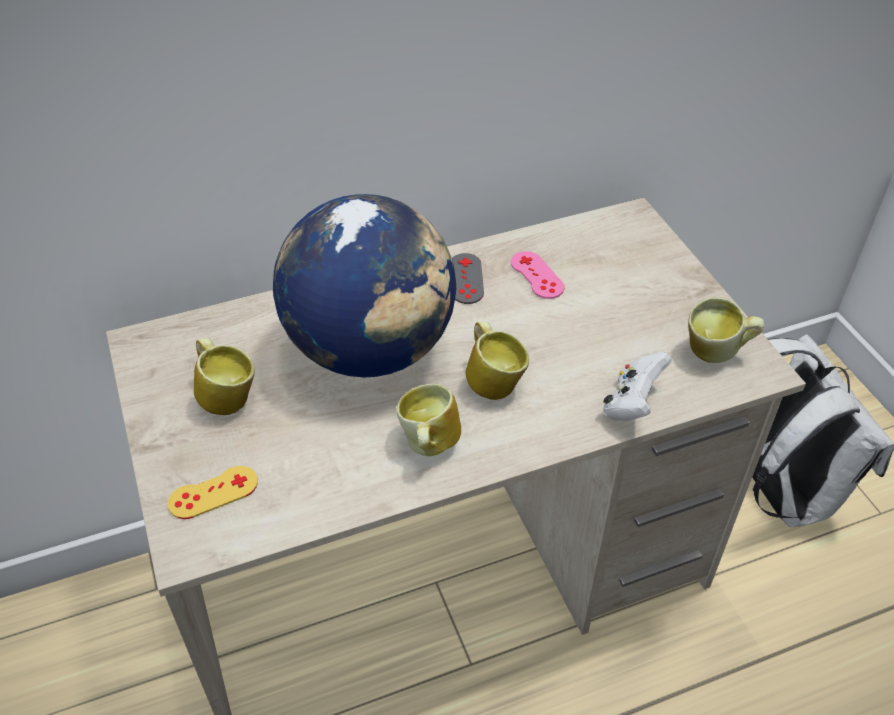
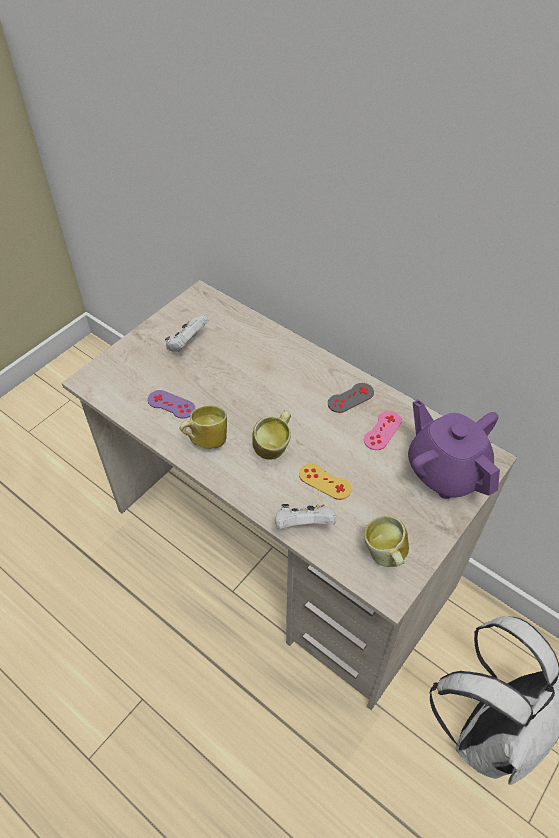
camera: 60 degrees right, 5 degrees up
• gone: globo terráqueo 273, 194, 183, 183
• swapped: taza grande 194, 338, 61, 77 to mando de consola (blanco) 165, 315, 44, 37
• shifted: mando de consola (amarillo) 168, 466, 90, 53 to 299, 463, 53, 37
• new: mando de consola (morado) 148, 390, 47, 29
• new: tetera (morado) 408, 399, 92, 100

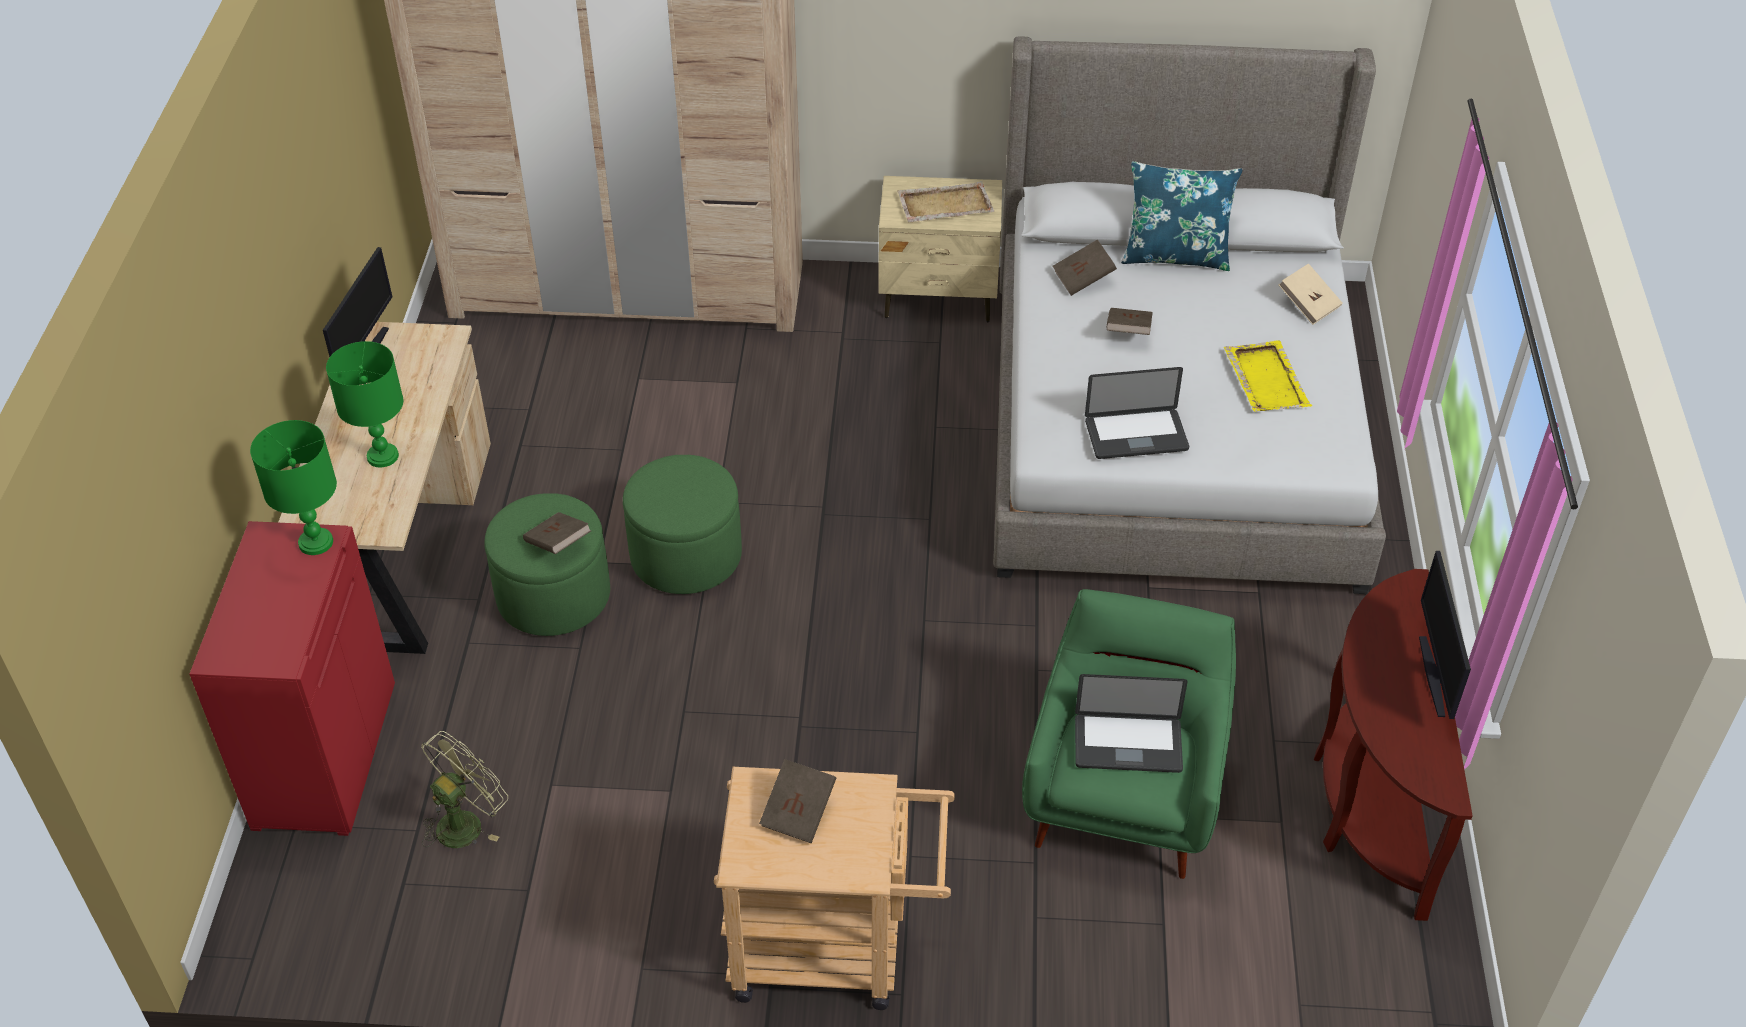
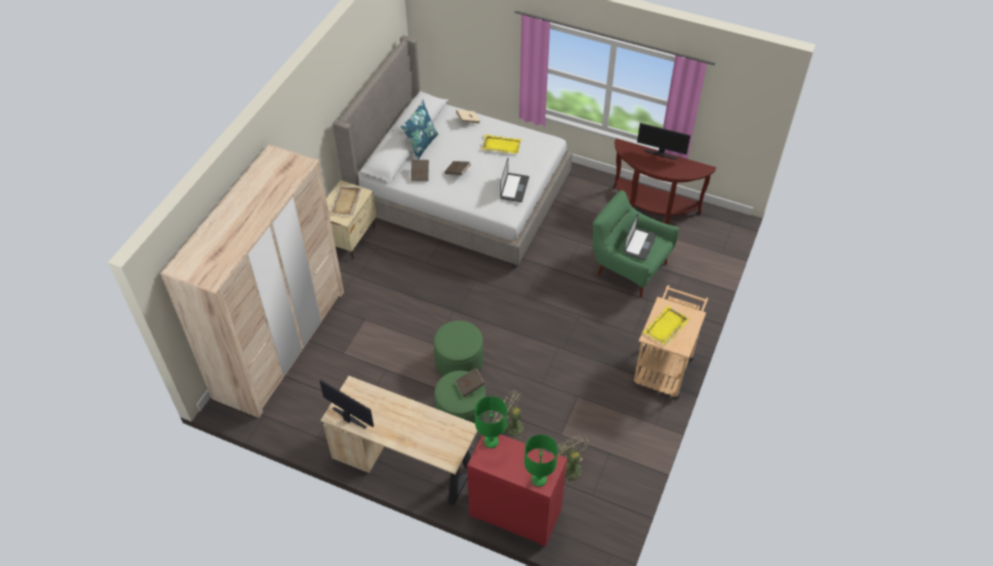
camera: 70 degrees left, 5 degrees up
• shifted: lámpara de mesa (verde) 326, 341, 77, 127 to 524, 435, 34, 52
• swapped: libro (marrón) 759, 759, 77, 84 to bandeja (amarillo) 643, 306, 46, 40
• new: ventilador (verde) 493, 390, 31, 50

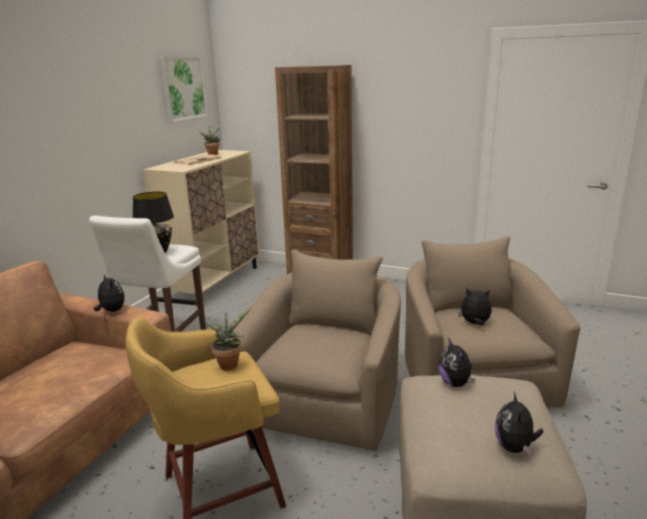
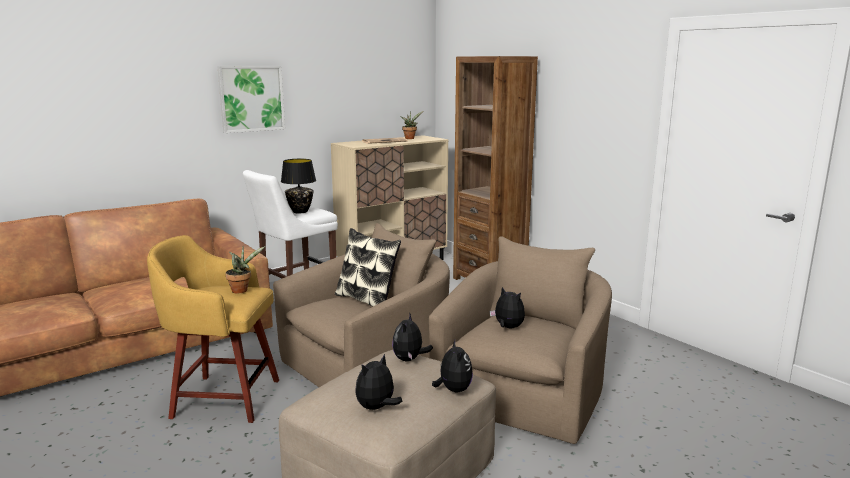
camera: 30 degrees right, 5 degrees down
• shifted: cuadro 160, 57, 48, 65 to 217, 66, 68, 67
• shifted: peluche 94, 274, 31, 38 to 432, 340, 41, 52
• new: cojín 335, 228, 66, 78

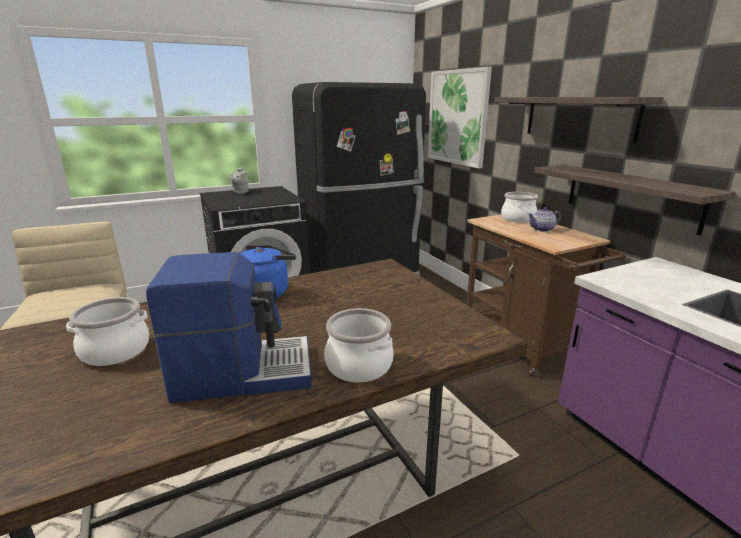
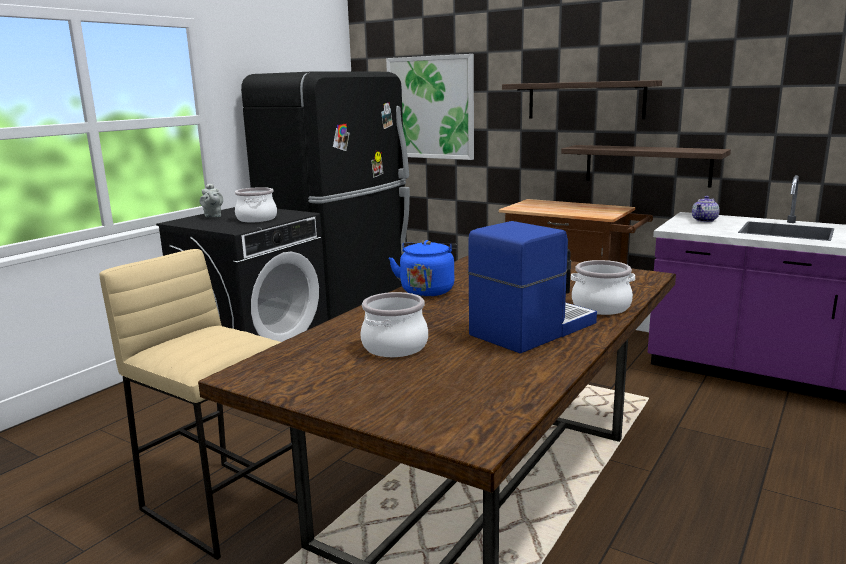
camera: 30 degrees left, 5 degrees down
• shifted: olla 501, 192, 37, 30 to 235, 187, 42, 35
• shifted: tetera 528, 207, 33, 25 to 692, 196, 28, 26

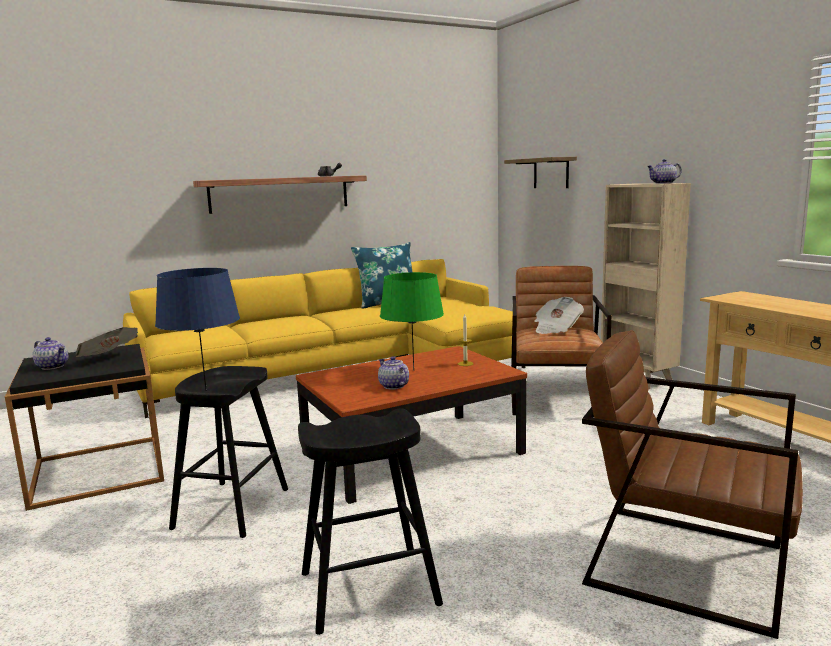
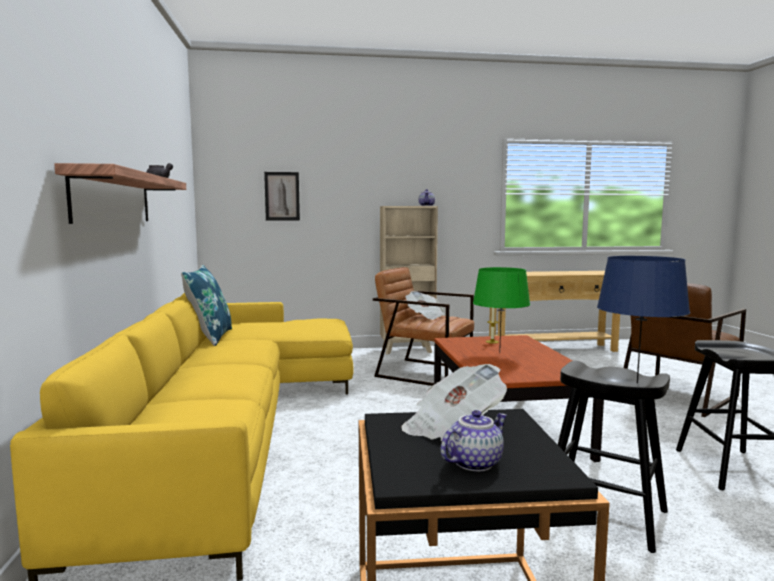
camera: 70 degrees left, 5 degrees down
• swapped: estante 504, 157, 73, 31 to cuadro 264, 172, 36, 49
• gone: tetera 378, 356, 31, 34

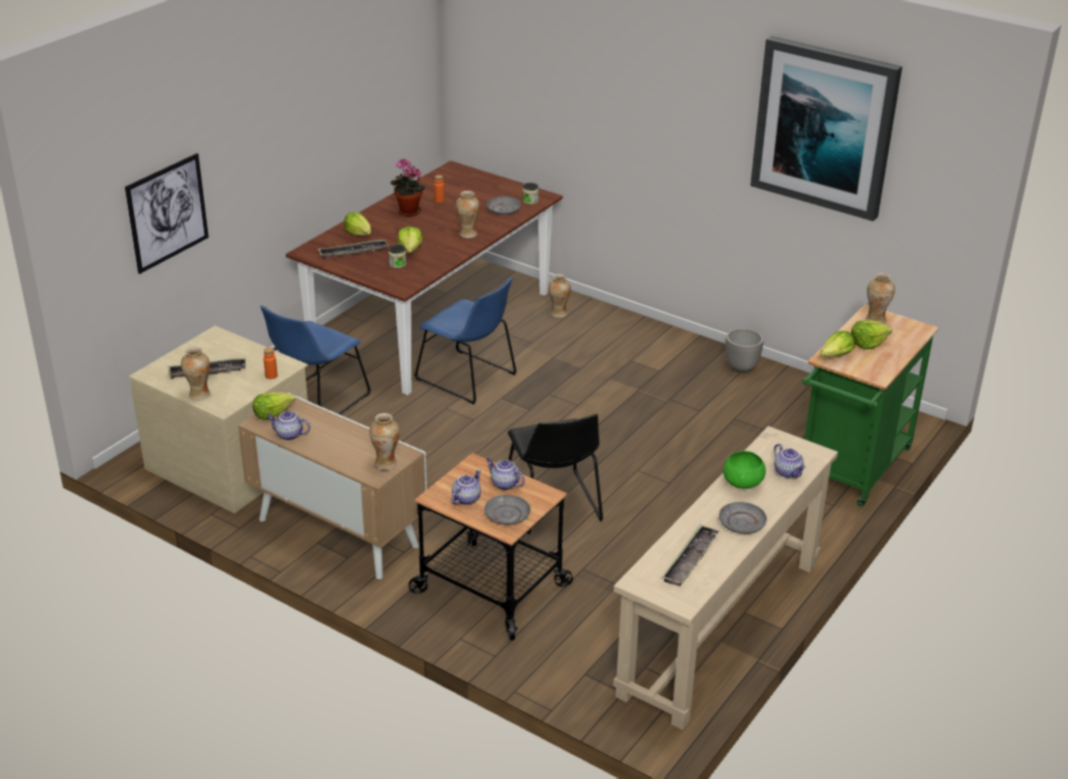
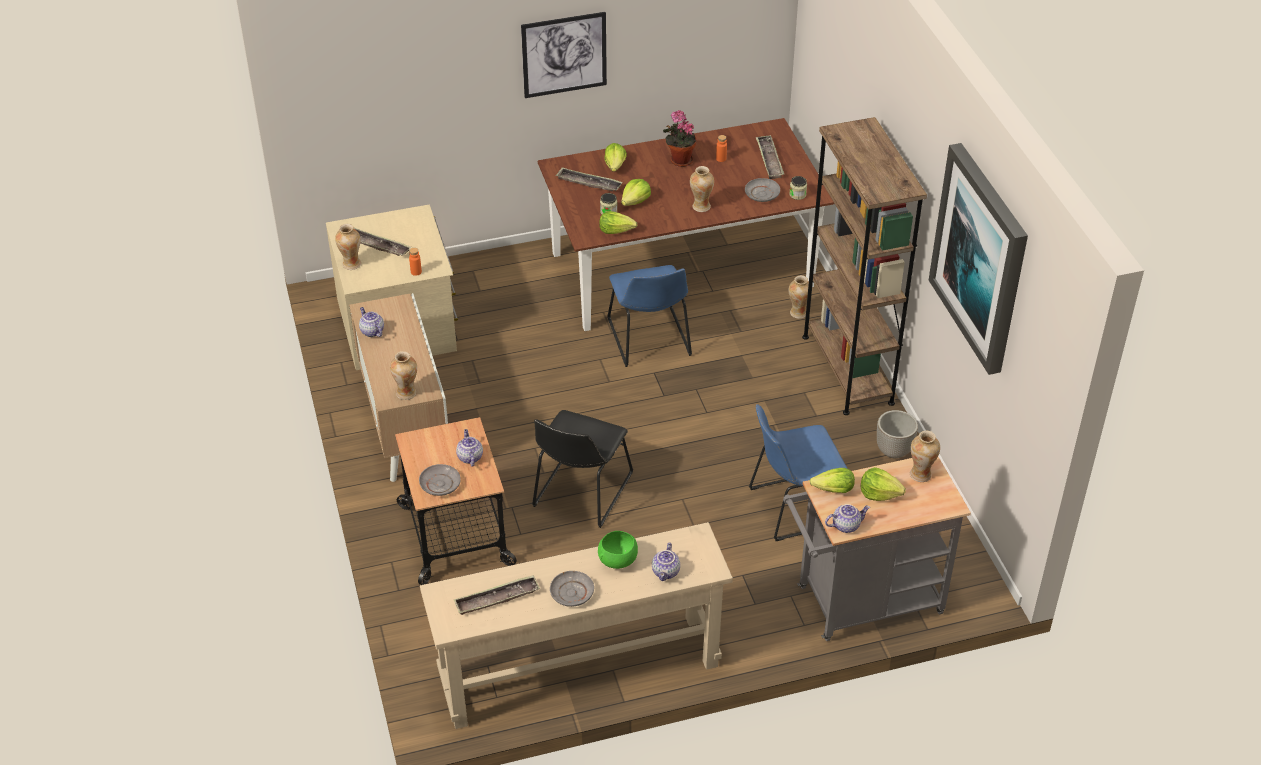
camera: 40 degrees right, 10 degrees up
• shifted: cuadro 125, 153, 84, 121 to 521, 12, 86, 86
• repainted: carrito (verde) 802, 304, 137, 203 to carrito (gris) 783, 457, 188, 184
• shifted: silla (azul) 260, 306, 111, 109 to 749, 404, 99, 137
• shifted: lechuga 253, 392, 42, 28 to 599, 211, 38, 23
• shifted: tetera 451, 470, 30, 35 to 825, 504, 45, 29
• new: estantería (marrón) 802, 117, 125, 298
• new: bandeja 756, 135, 28, 44

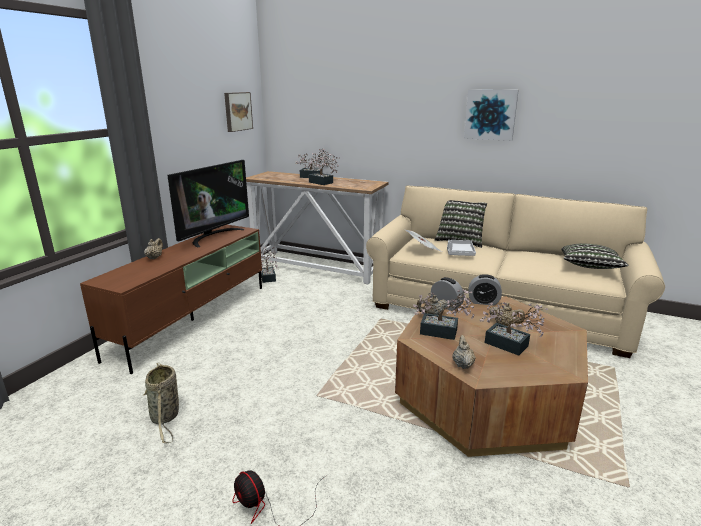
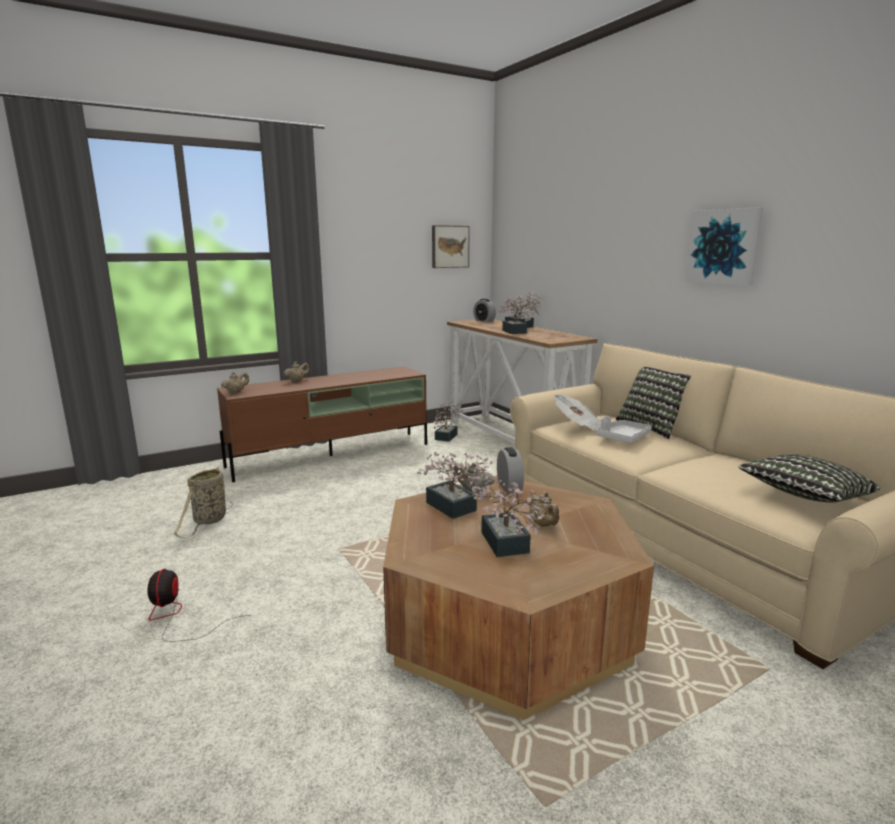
camera: 35 degrees right, 5 degrees down
• gone: televisor 167, 160, 82, 88
• shifted: despertador 469, 274, 33, 32 to 473, 299, 23, 23
• shifted: tetera (beis) 452, 335, 24, 34 to 221, 372, 28, 22

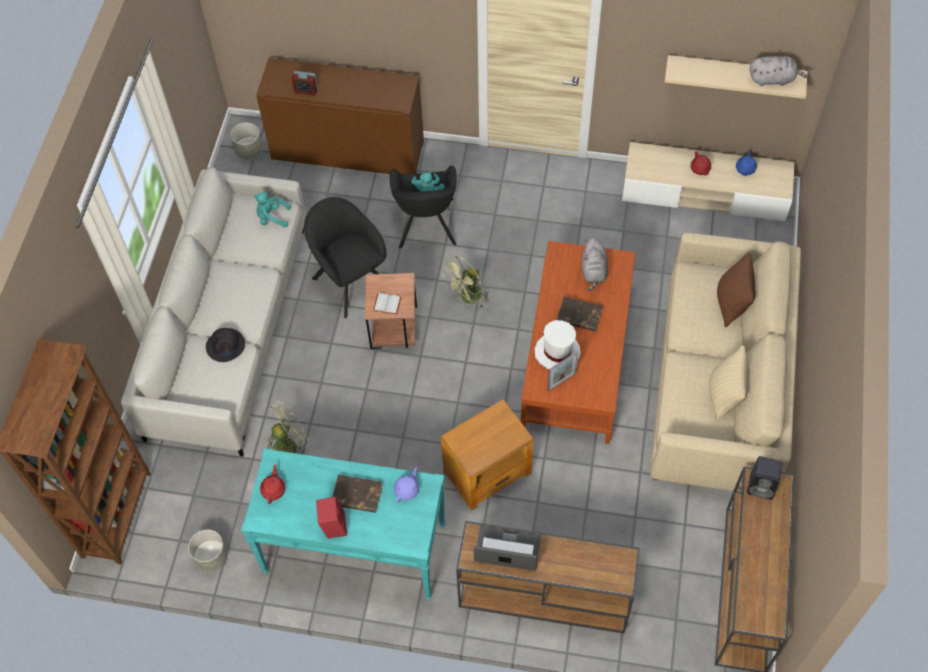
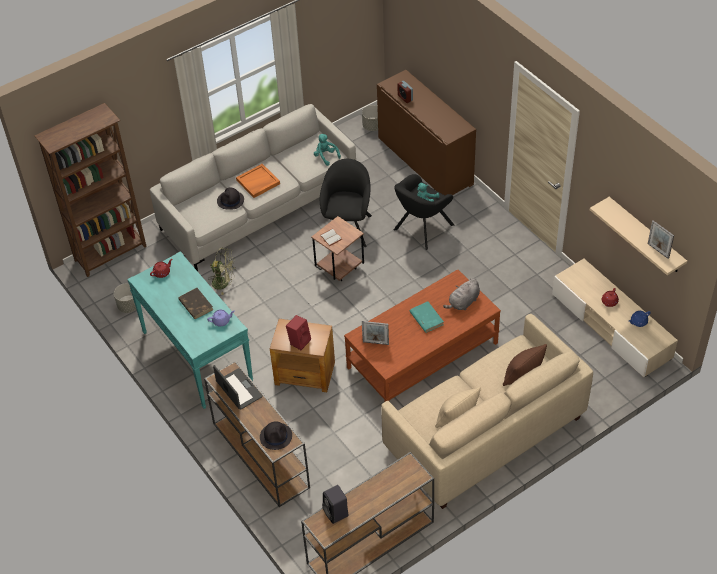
camera: 45 degrees right, 10 degrees down
• swapped: peluche (gris) 750, 56, 58, 30 to portarretratos 648, 221, 26, 38
• gone: ventilador (verde) 443, 256, 47, 53
• repainted: libro (marrón) 557, 297, 46, 34 to libro (turquesa) 410, 301, 34, 32
• gone: sombrero (blanco) 535, 320, 45, 50
• shifted: altavoz (negro) 747, 456, 36, 44 to 322, 485, 27, 39
• shifted: altavoz (rojo) 316, 496, 31, 43 to 286, 315, 25, 35
• new: bandeja (naranja) 236, 164, 44, 34
• new: sombrero (negro) 260, 421, 32, 29

